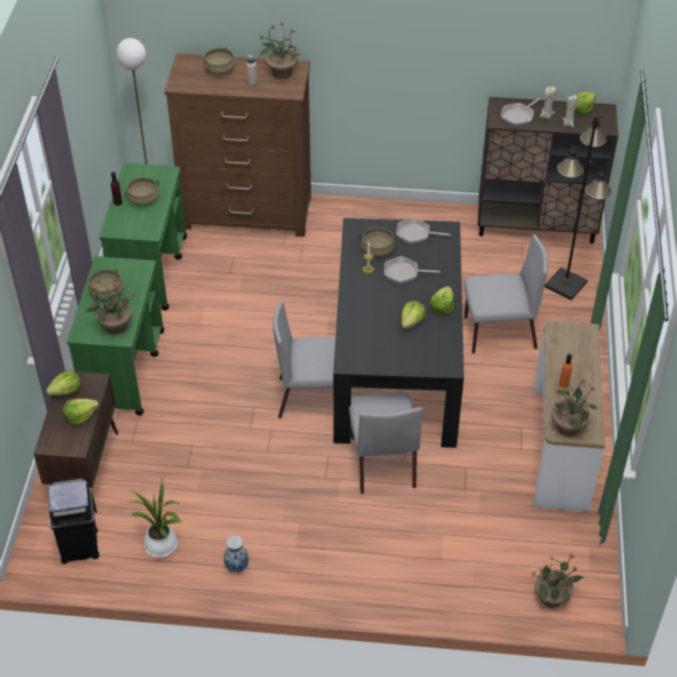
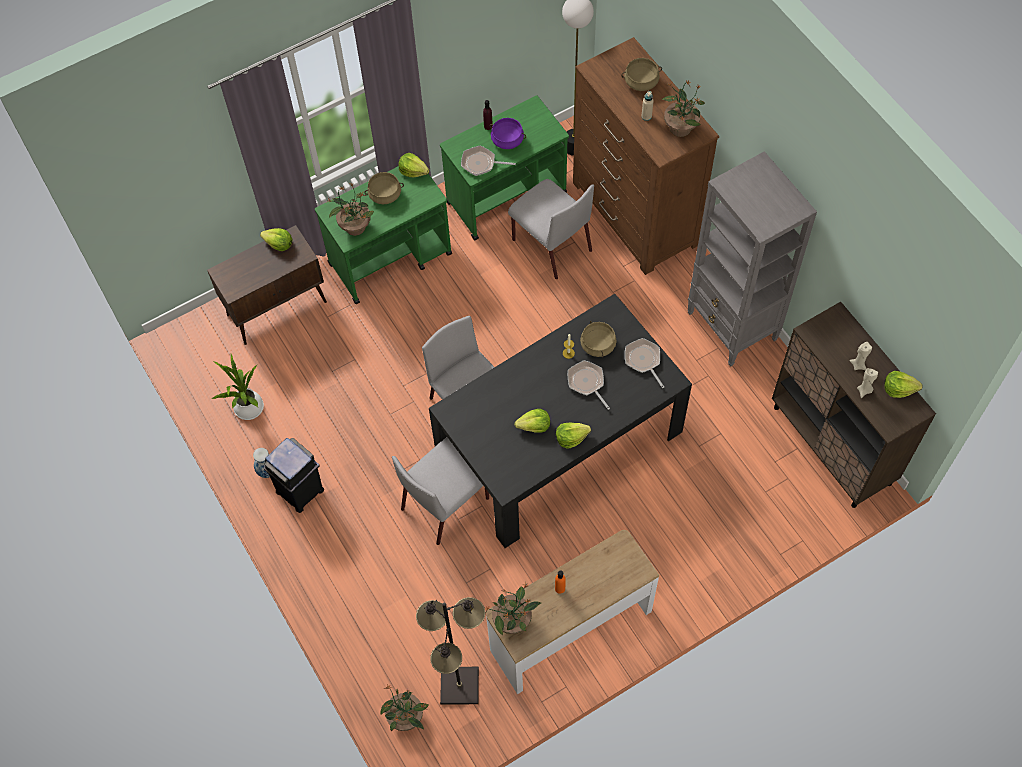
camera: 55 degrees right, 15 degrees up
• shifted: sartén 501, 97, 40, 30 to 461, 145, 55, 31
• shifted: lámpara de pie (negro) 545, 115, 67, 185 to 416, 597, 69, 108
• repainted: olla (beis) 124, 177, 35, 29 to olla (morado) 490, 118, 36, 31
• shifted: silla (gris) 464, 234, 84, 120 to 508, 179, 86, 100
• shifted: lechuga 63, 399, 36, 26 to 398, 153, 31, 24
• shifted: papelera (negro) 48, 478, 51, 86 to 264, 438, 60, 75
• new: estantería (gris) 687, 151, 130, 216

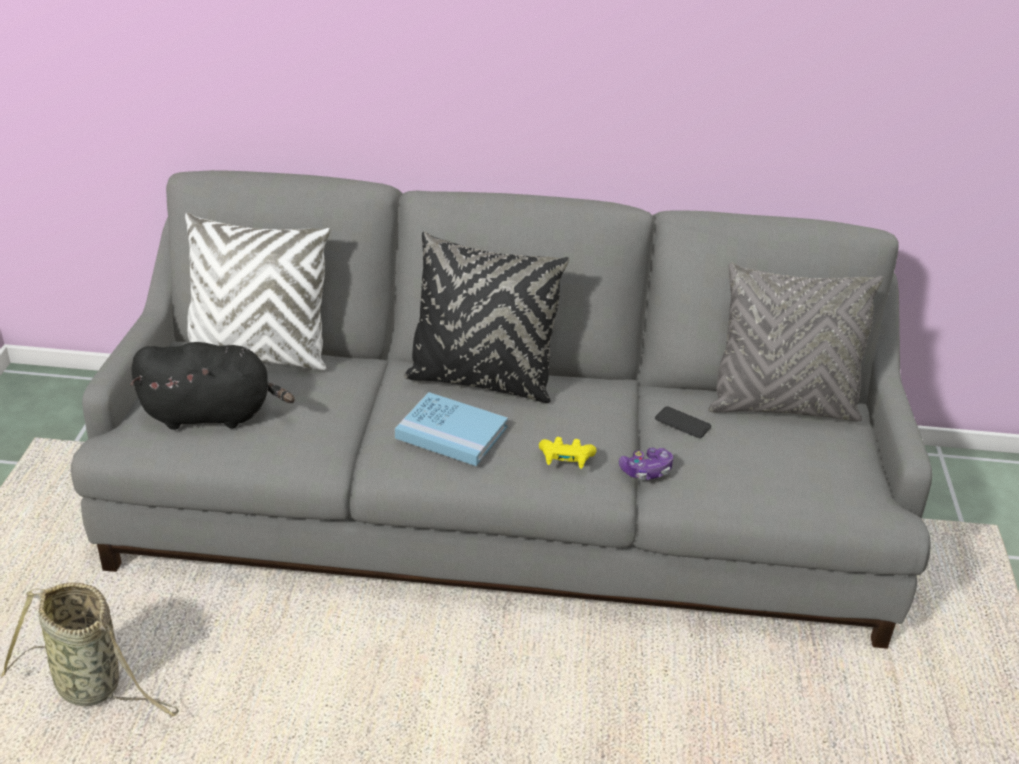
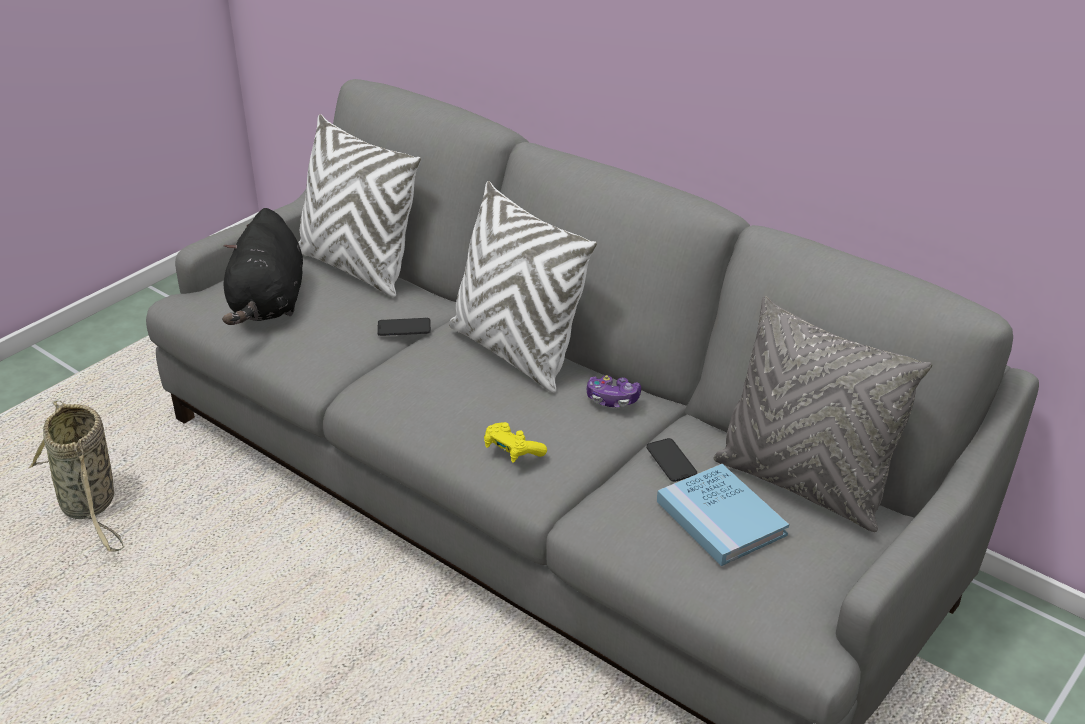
camera: 35 degrees right, 0 degrees up
• repainted: cojín (negro) 404, 232, 165, 171 to cojín (blanco) 449, 181, 148, 212
• rotated: peluche (negro) 130, 342, 165, 88 = 222, 208, 81, 117 60 degrees clockwise
• shifted: libro (azul) 395, 392, 113, 74 to 657, 464, 132, 102
• shifted: mando de consola 619, 448, 54, 32 to 587, 375, 54, 32
• new: móvil 377, 318, 54, 18

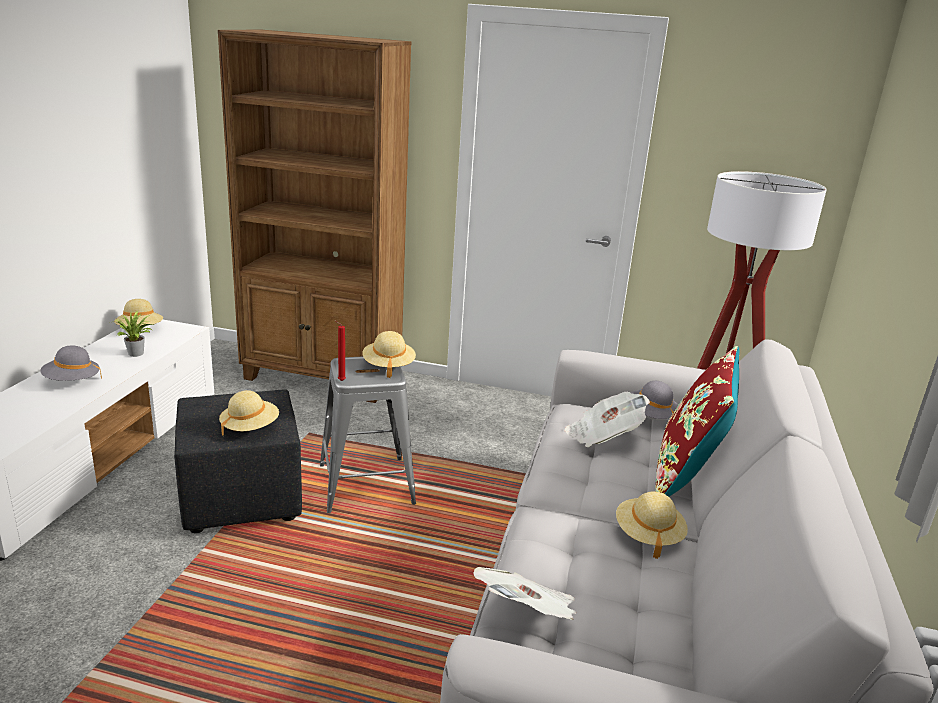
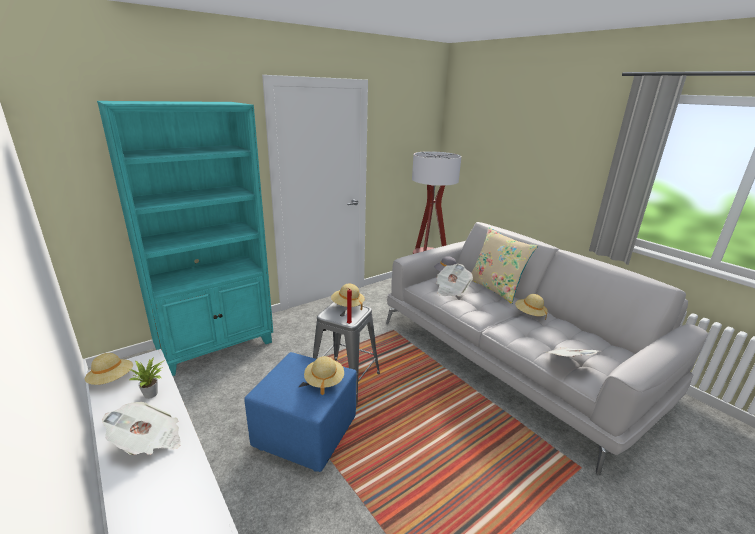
camera: 50 degrees left, 0 degrees up
• repainted: estantería (marrón) 218, 30, 194, 373 to estantería (turquesa) 97, 101, 176, 275
• swapped: sombrero (gris) 40, 346, 62, 35 to periódico 102, 402, 79, 53
• repainted: cojín (rojo) 655, 346, 84, 151 to cojín (beis) 471, 227, 67, 77
• repainted: puf (negro) 174, 389, 128, 144 to puf (azul) 244, 352, 113, 120

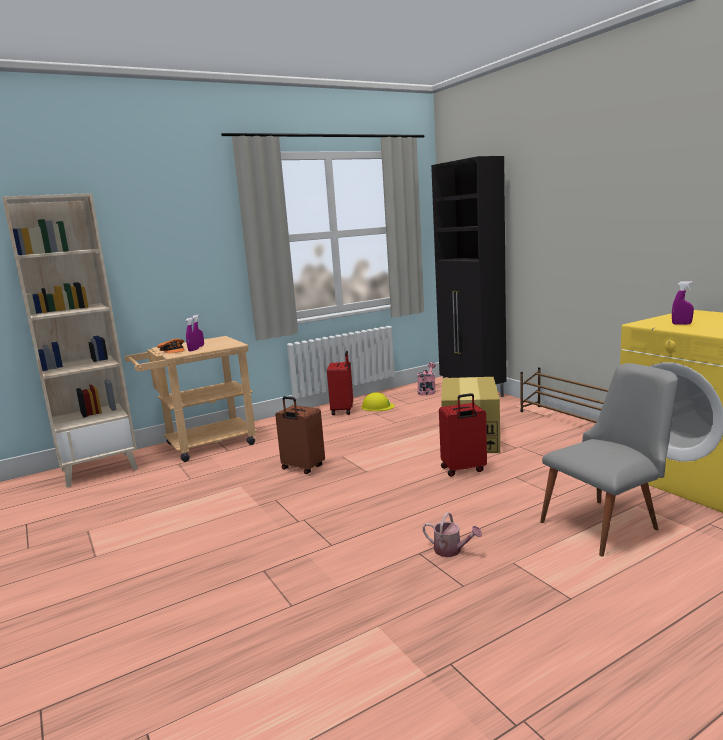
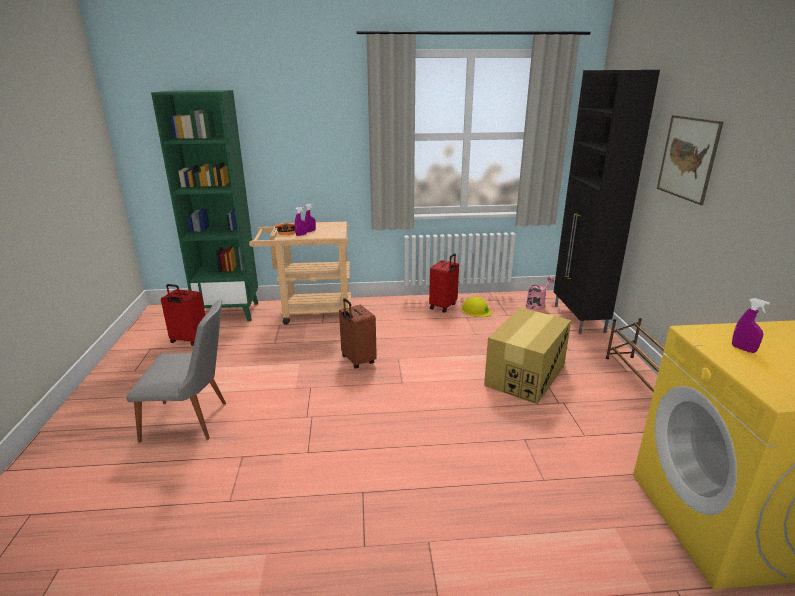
camera: 25 degrees right, 10 degrees up
• repainted: estantería (beis) 3, 193, 135, 295 to estantería (verde) 151, 90, 107, 231
• shifted: silla (gris) 540, 363, 138, 193 to 127, 299, 99, 144
• shifted: maleta (rojo) 439, 393, 48, 84 to 161, 284, 44, 62
• gone: regadera 422, 512, 60, 45
• new: cuadro 657, 115, 66, 90

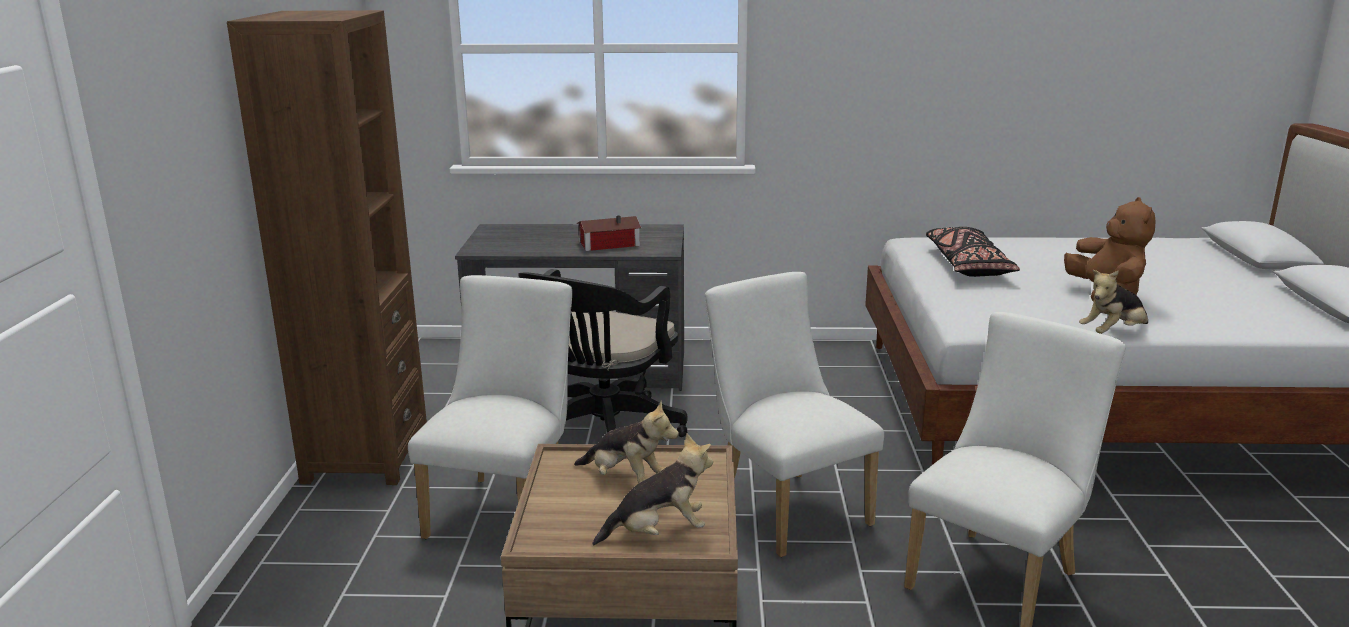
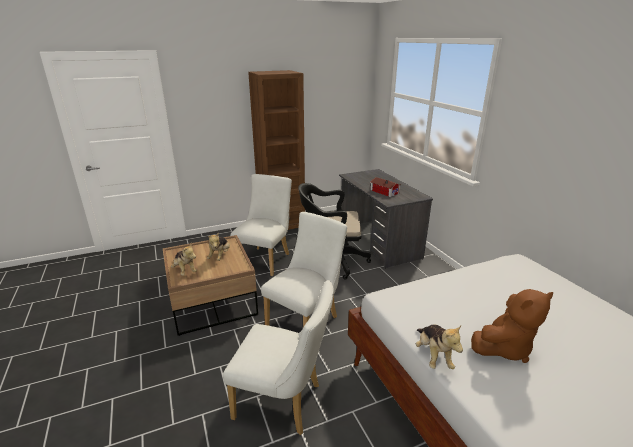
camera: 65 degrees right, 5 degrees up
• gone: cojín (negro) 926, 227, 94, 50
• rotated: peluche 1079, 270, 69, 64 = 416, 325, 47, 44 135 degrees counterclockwise
• rotated: silla (blanco) 408, 275, 164, 264 = 230, 174, 62, 102 60 degrees counterclockwise

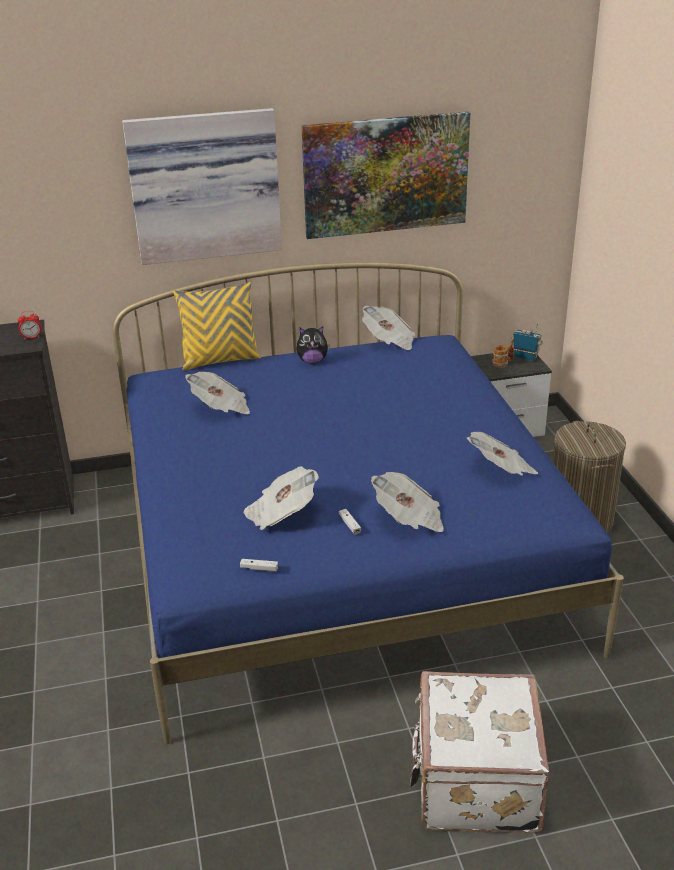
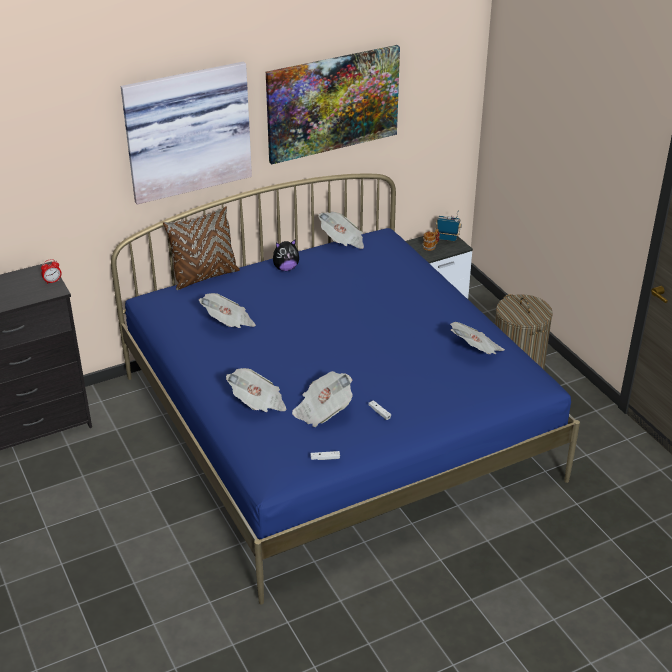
camera: 15 degrees left, 5 degrees up
• repainted: cojín (amarillo) 173, 282, 88, 89 to cojín (marrón) 163, 206, 77, 84
• shifted: periódico 371, 472, 73, 60 to 226, 368, 61, 44
• gone: maleta (blanco) 410, 671, 140, 163

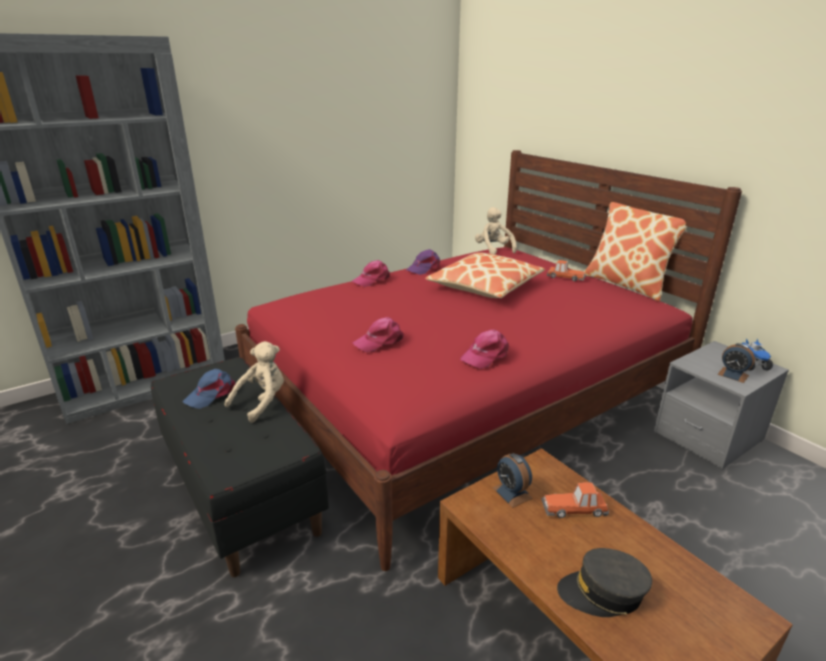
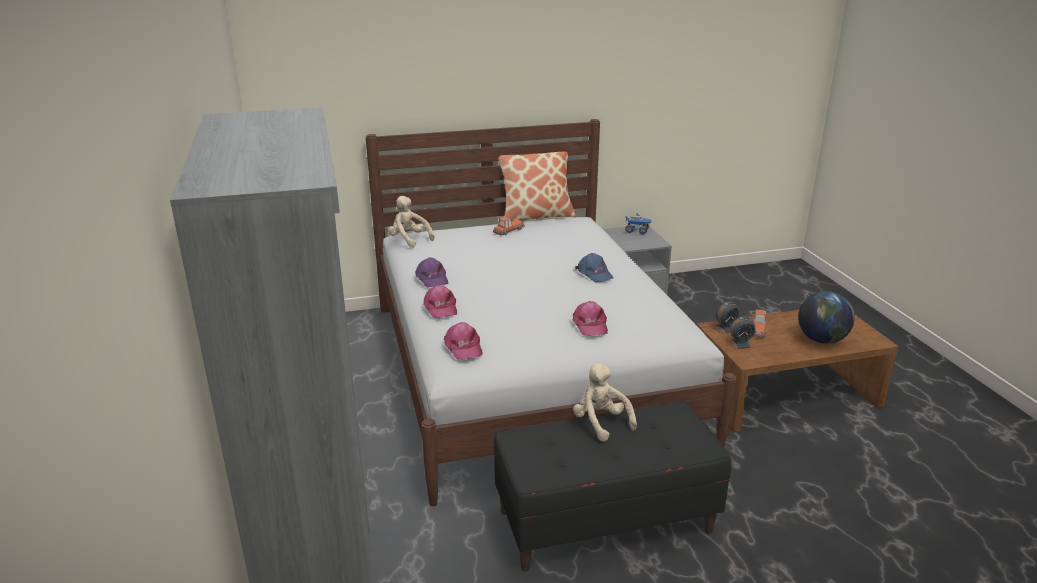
camera: 70 degrees left, 0 degrees up
• repainted: cama (rojo) 235, 150, 507, 421 to cama (blanco) 366, 119, 370, 387
• rotated: peluche (beis) 475, 207, 42, 48 = 388, 196, 47, 52 45 degrees clockwise
• gone: cojín 425, 253, 120, 45
• shifted: gorra (rosa) 460, 330, 49, 39 to 444, 322, 39, 38
• shifted: despertador 718, 343, 37, 40 to 712, 301, 27, 33
• shifted: gorra (azul) 182, 369, 53, 40 to 575, 253, 38, 29
• swapped: gorra (gris) 557, 548, 95, 69 to globo terráqueo 798, 291, 57, 53

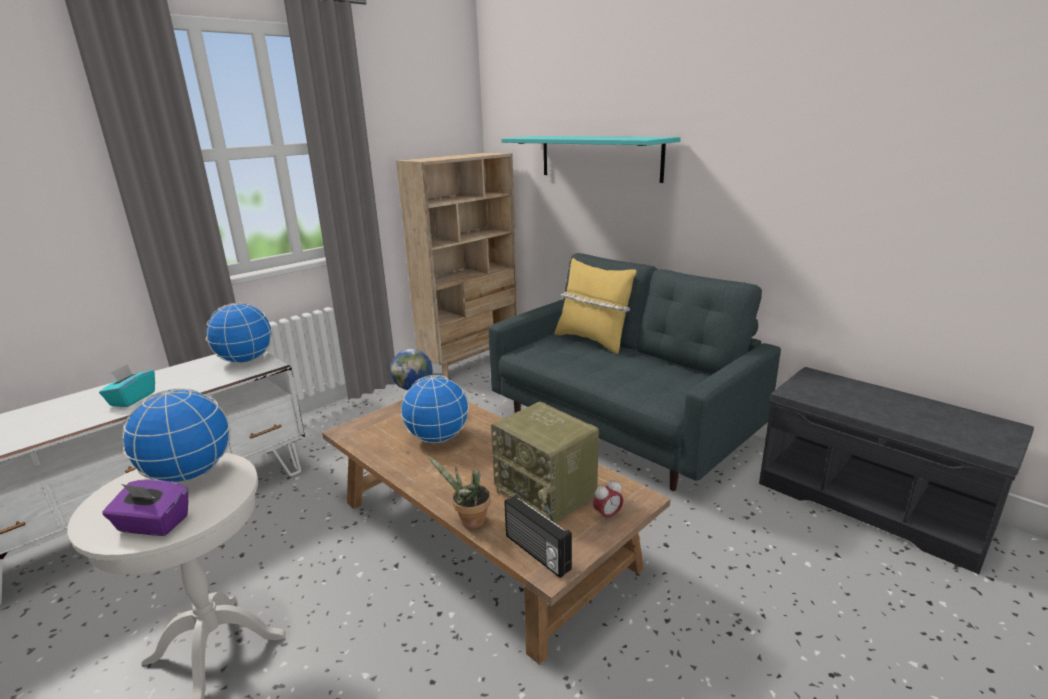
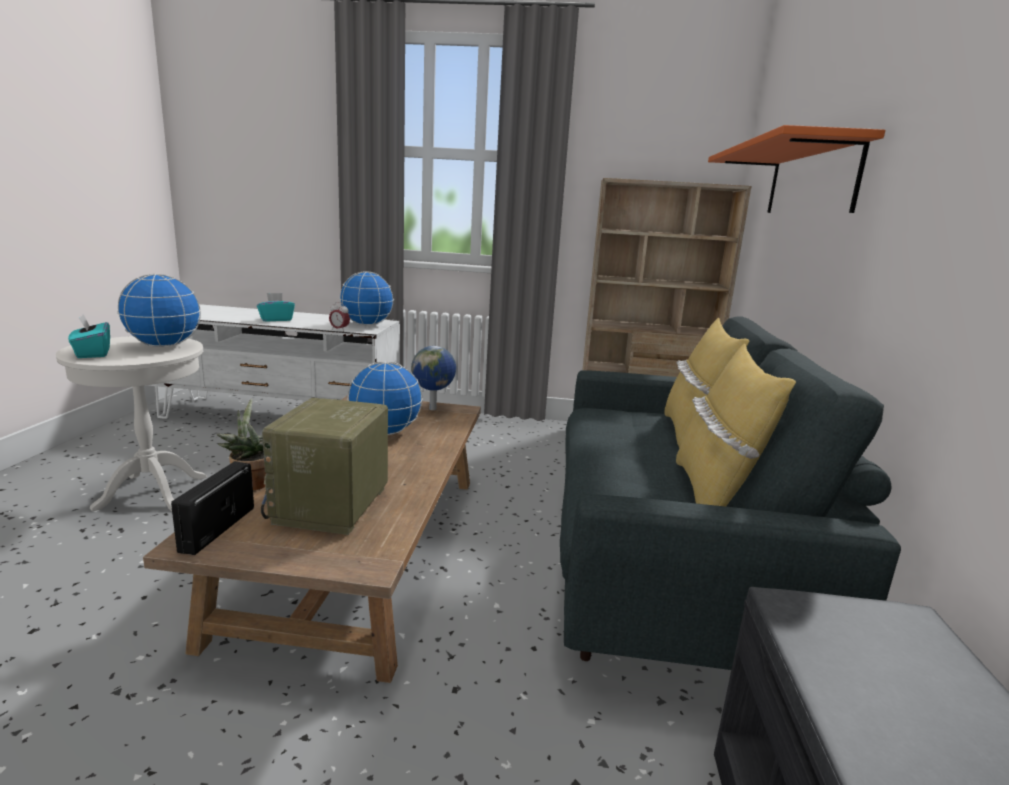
camera: 50 degrees right, 5 degrees down
• repainted: estante (turquesa) 501, 136, 180, 47 to estante (naranja) 708, 125, 177, 88
• repainted: caja de pañuelos (morado) 102, 479, 86, 57 to caja de pañuelos (turquesa) 68, 314, 42, 44
• shifted: despertador 593, 479, 30, 43 to 329, 302, 21, 29
• new: cojín (amarillo) 676, 344, 120, 162

